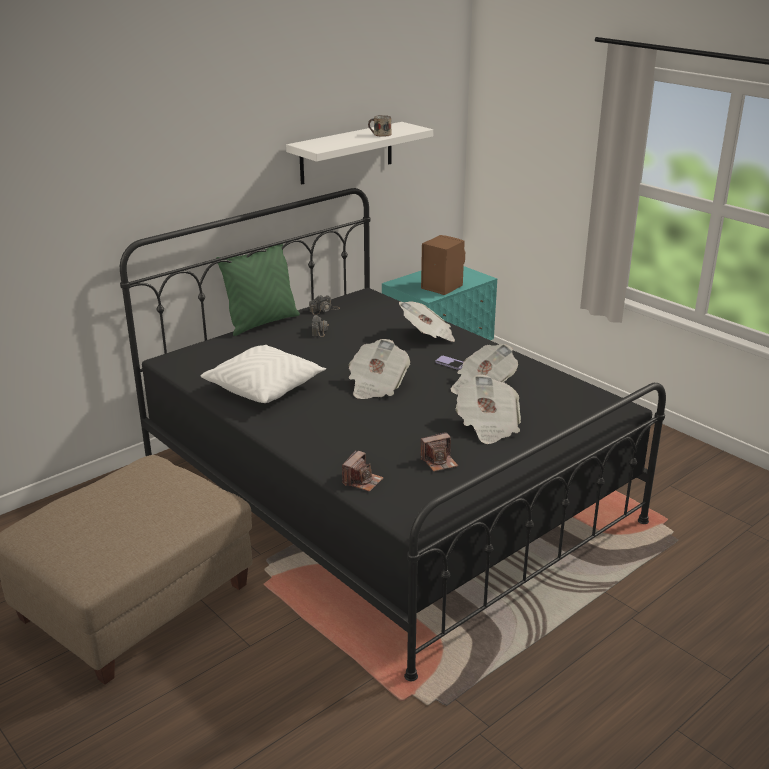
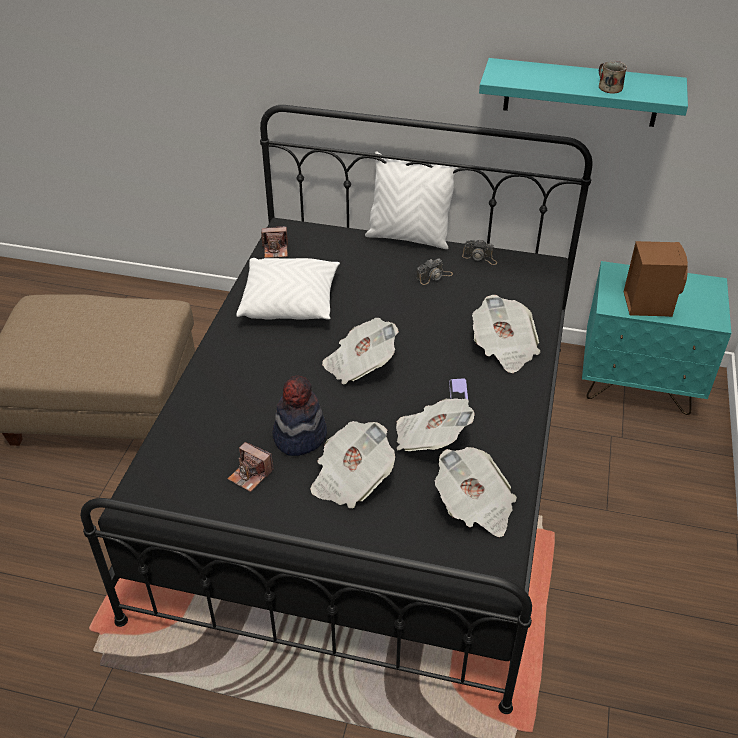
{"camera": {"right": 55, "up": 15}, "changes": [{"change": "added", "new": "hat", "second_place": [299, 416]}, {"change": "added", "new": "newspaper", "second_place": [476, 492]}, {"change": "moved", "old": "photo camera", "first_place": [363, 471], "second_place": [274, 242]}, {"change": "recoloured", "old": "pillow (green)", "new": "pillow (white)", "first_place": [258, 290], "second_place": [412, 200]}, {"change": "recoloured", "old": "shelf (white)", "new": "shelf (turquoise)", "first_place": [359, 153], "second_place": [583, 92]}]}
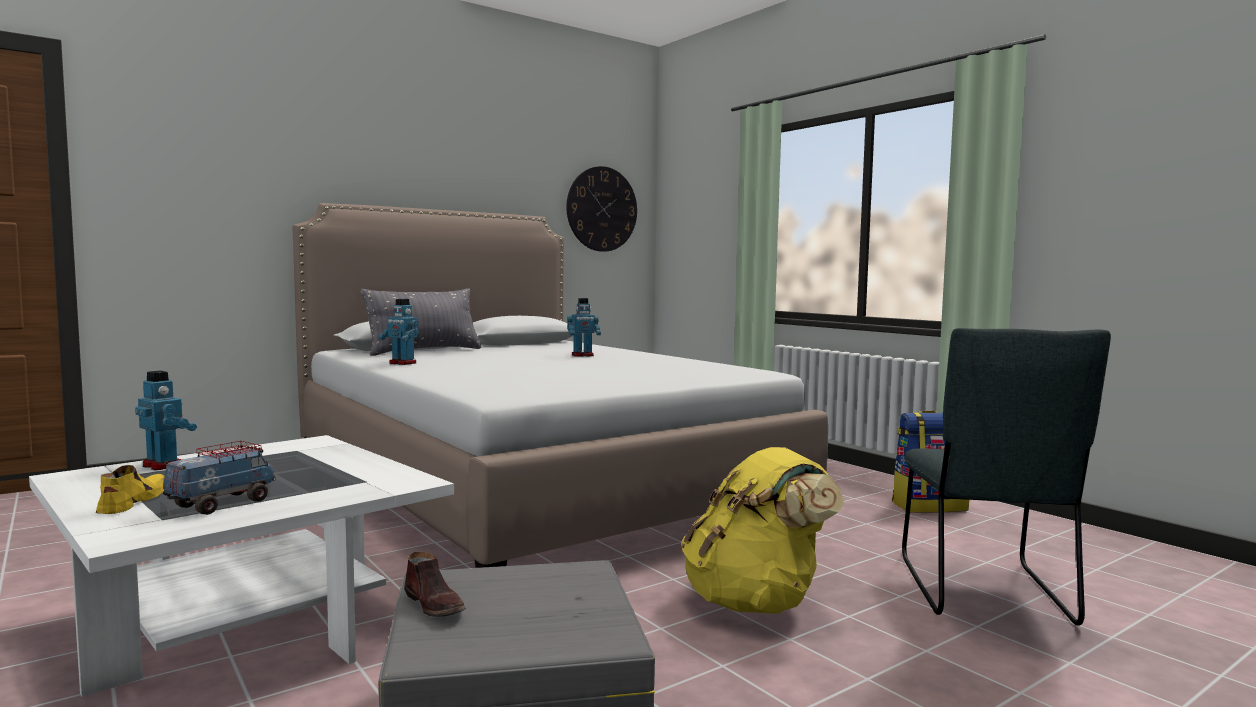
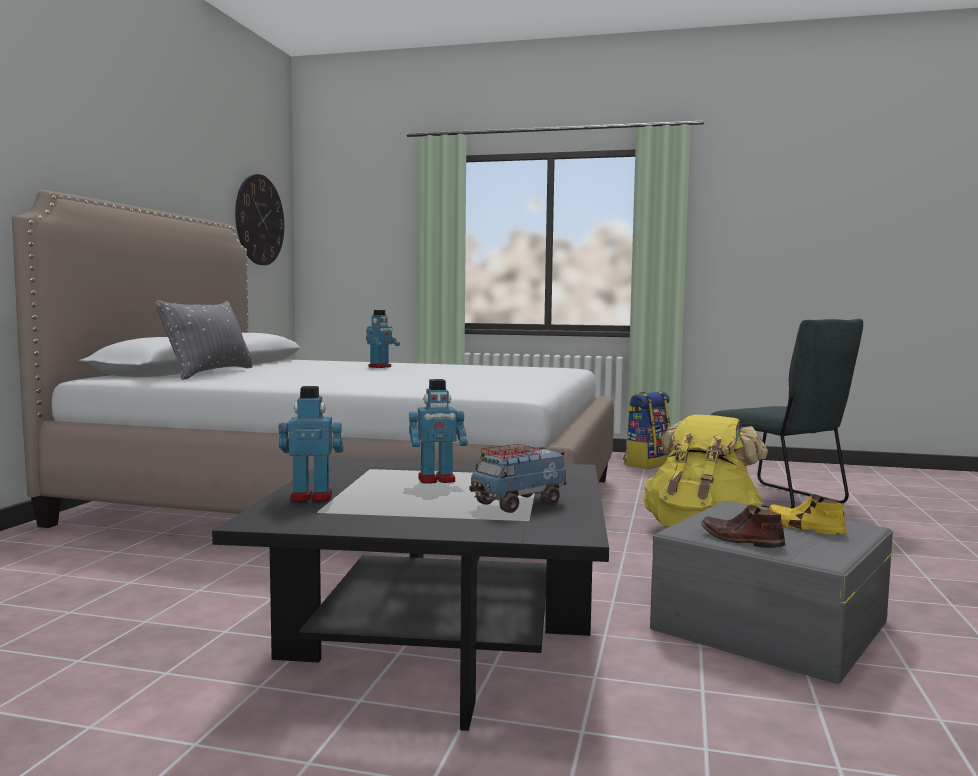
{"camera": {"right": -40, "up": 0}, "changes": [{"change": "moved", "old": "shoe (yellow)", "first_place": [130, 489], "second_place": [807, 514]}, {"change": "moved", "old": "toy robot", "first_place": [399, 332], "second_place": [438, 431]}, {"change": "recoloured", "old": "coffee table (white)", "new": "coffee table (black)", "first_place": [241, 566], "second_place": [410, 593]}, {"change": "turned", "old": "toy truck", "first_place": [219, 478], "second_place": [517, 478], "degrees": -120}, {"change": "turned", "old": "shoe (brown)", "first_place": [435, 584], "second_place": [743, 526], "degrees": -150}]}
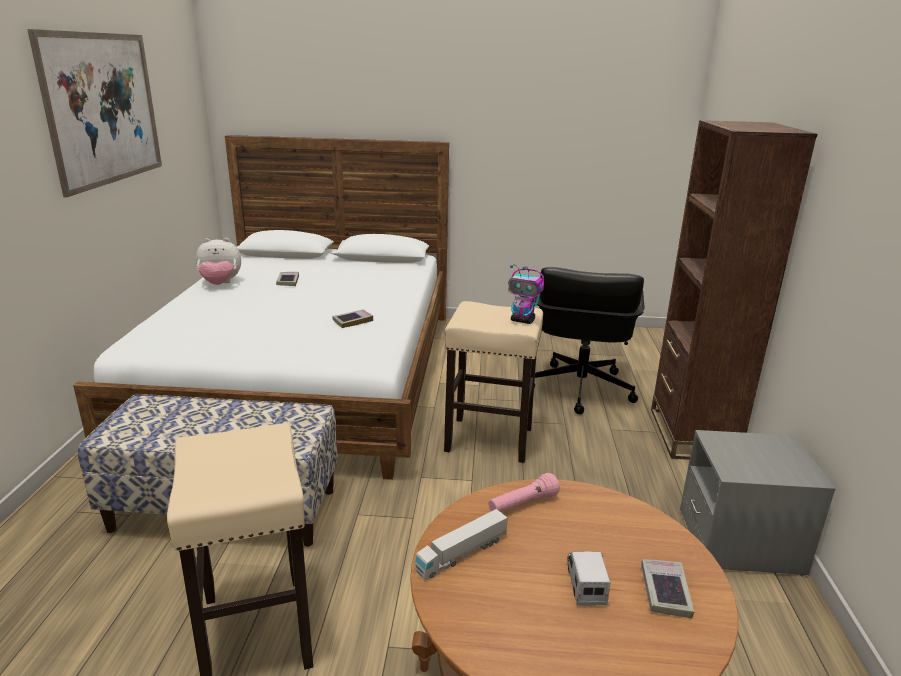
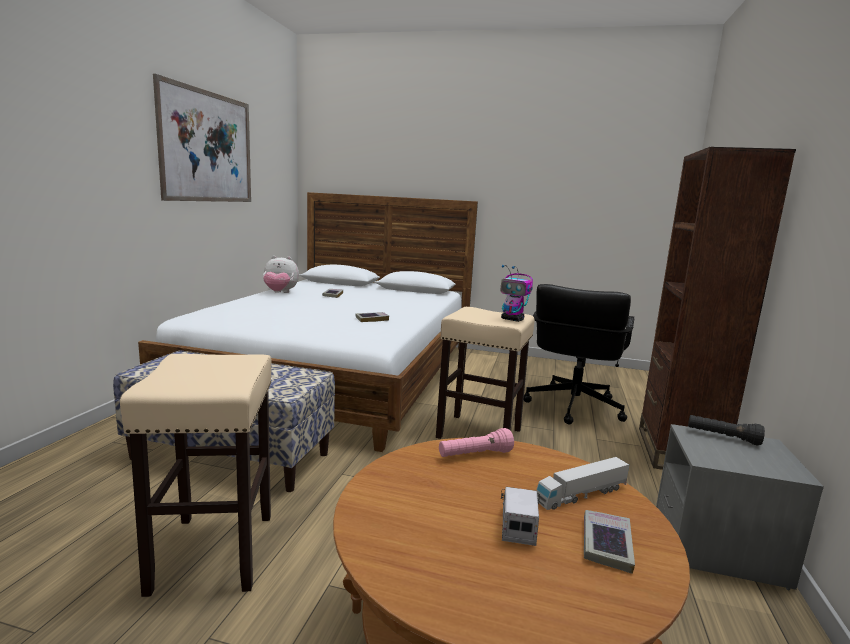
{"camera": {"right": 10, "up": -10}, "changes": [{"change": "added", "new": "flashlight (black)", "second_place": [726, 430]}, {"change": "moved", "old": "toy truck", "first_place": [461, 544], "second_place": [582, 483]}]}
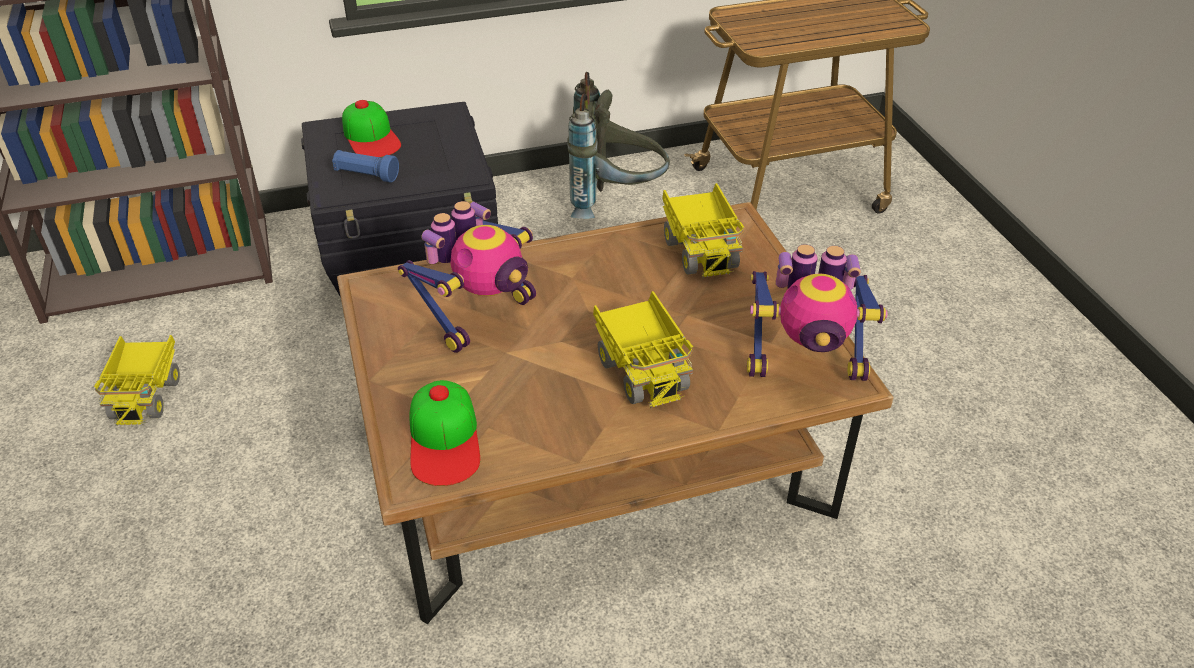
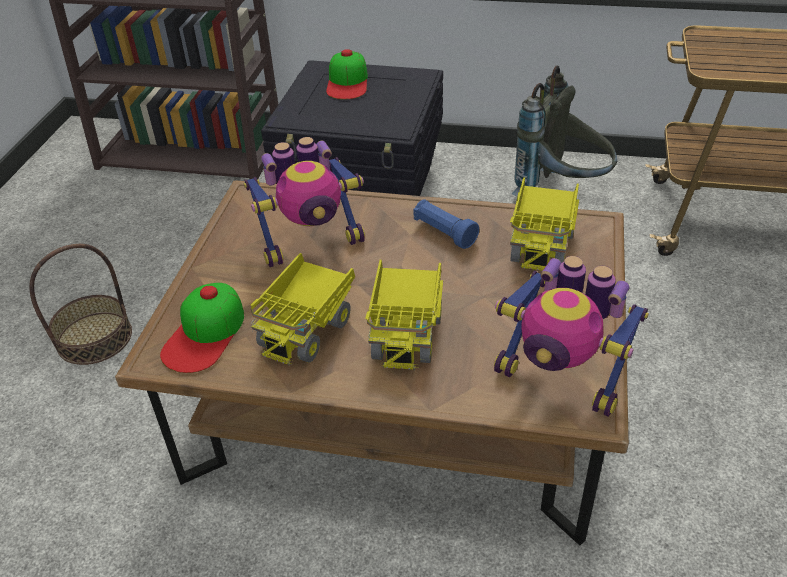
{"camera": {"right": 30, "up": 0}, "changes": [{"change": "added", "new": "basket", "second_place": [80, 304]}, {"change": "moved", "old": "toy truck", "first_place": [137, 380], "second_place": [303, 309]}, {"change": "moved", "old": "flashlight (blue)", "first_place": [365, 166], "second_place": [446, 224]}]}
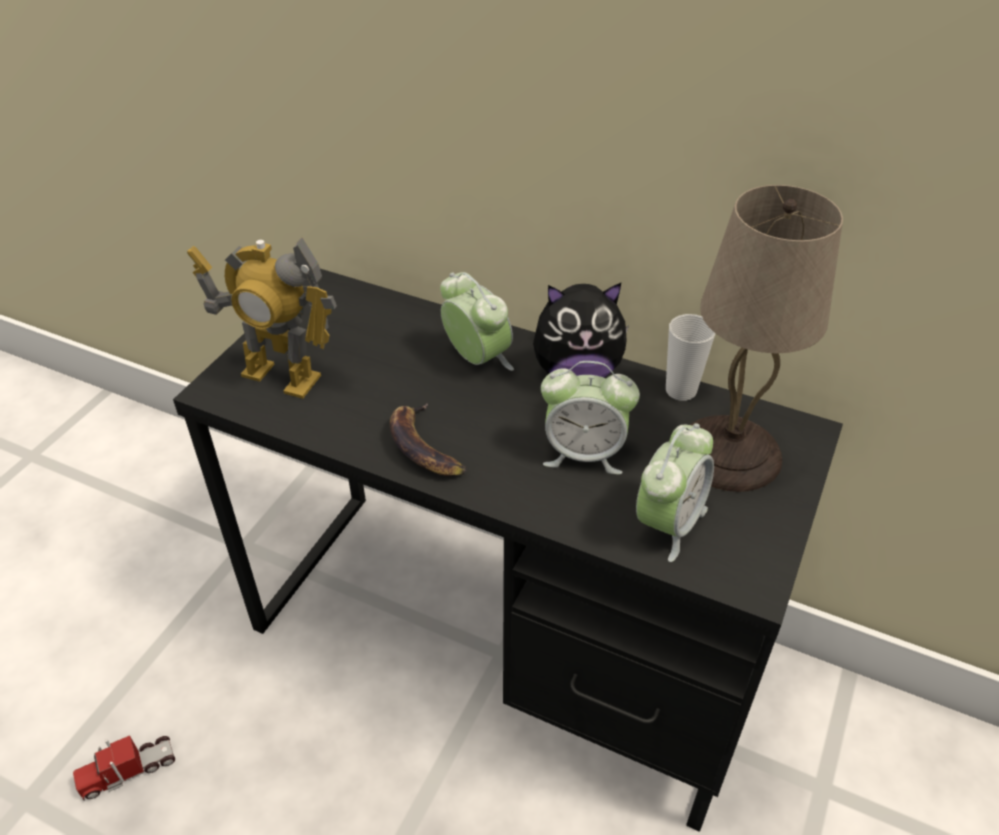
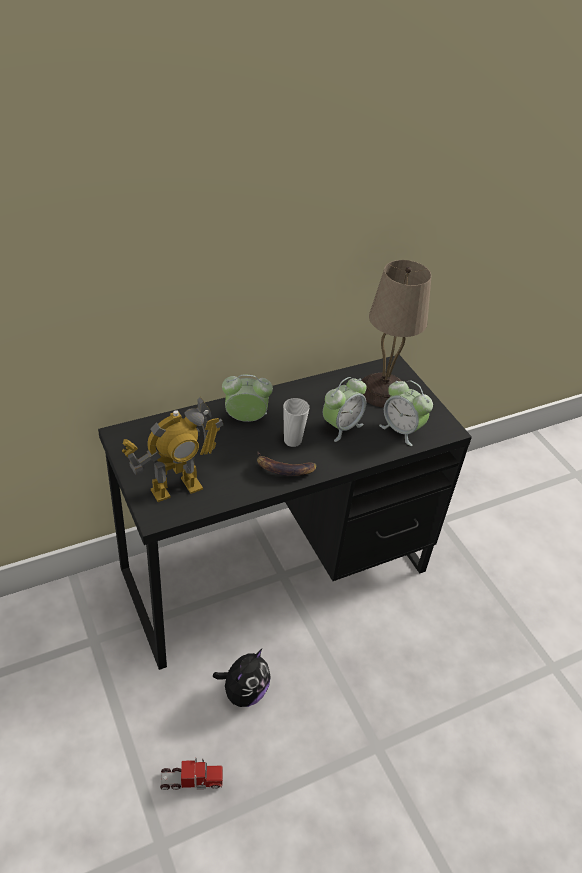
{"camera": {"right": -55, "up": 0}, "changes": [{"change": "moved", "old": "plush toy", "first_place": [581, 330], "second_place": [242, 678]}, {"change": "moved", "old": "cup", "first_place": [690, 357], "second_place": [296, 422]}, {"change": "turned", "old": "toy truck", "first_place": [124, 768], "second_place": [191, 773], "degrees": -105}, {"change": "turned", "old": "alarm clock", "first_place": [675, 492], "second_place": [406, 413], "degrees": 150}]}
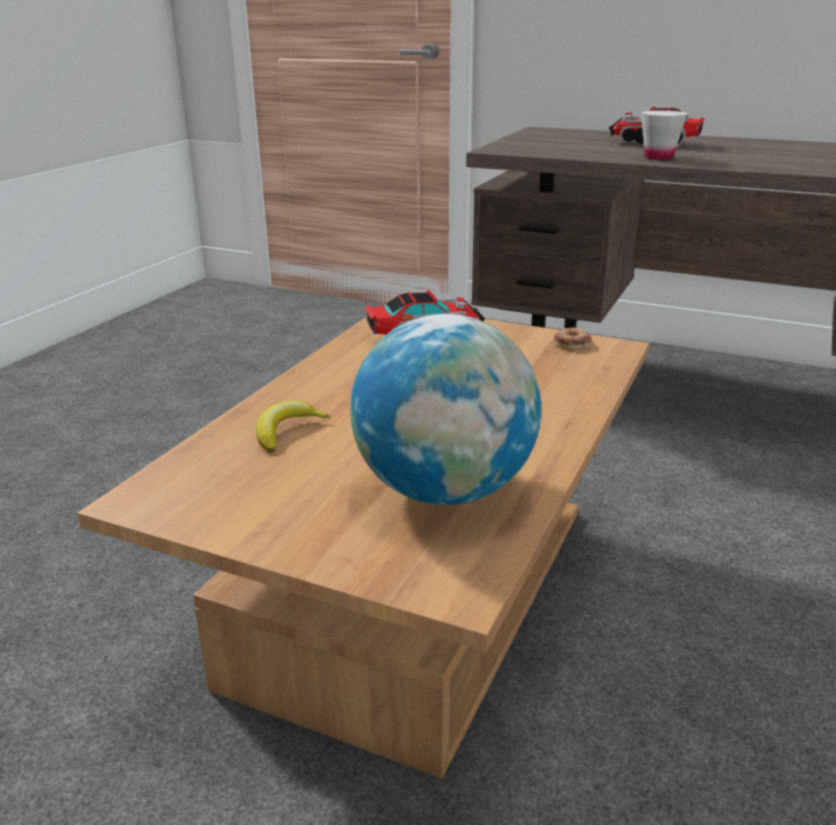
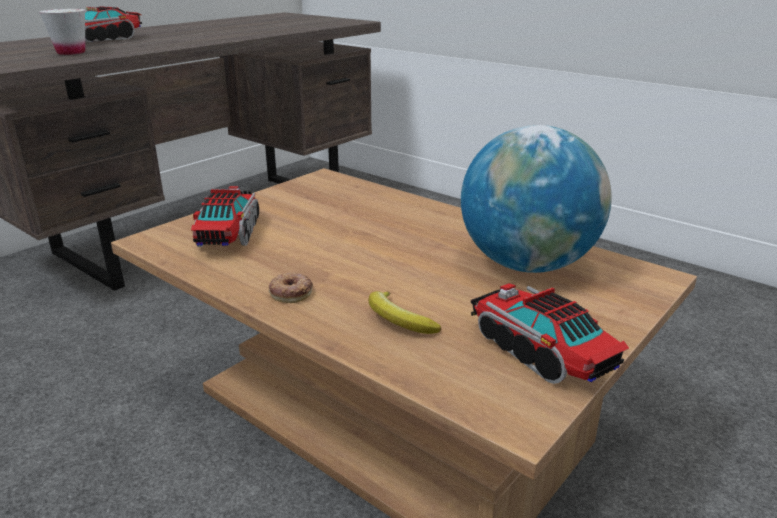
{"camera": {"right": -75, "up": 0}, "changes": [{"change": "added", "new": "toy truck", "second_place": [550, 333]}, {"change": "moved", "old": "donut", "first_place": [572, 338], "second_place": [291, 287]}, {"change": "moved", "old": "cup (white)", "first_place": [664, 135], "second_place": [62, 32]}]}
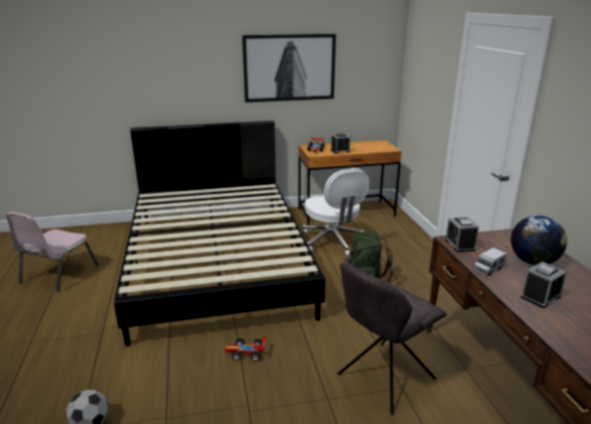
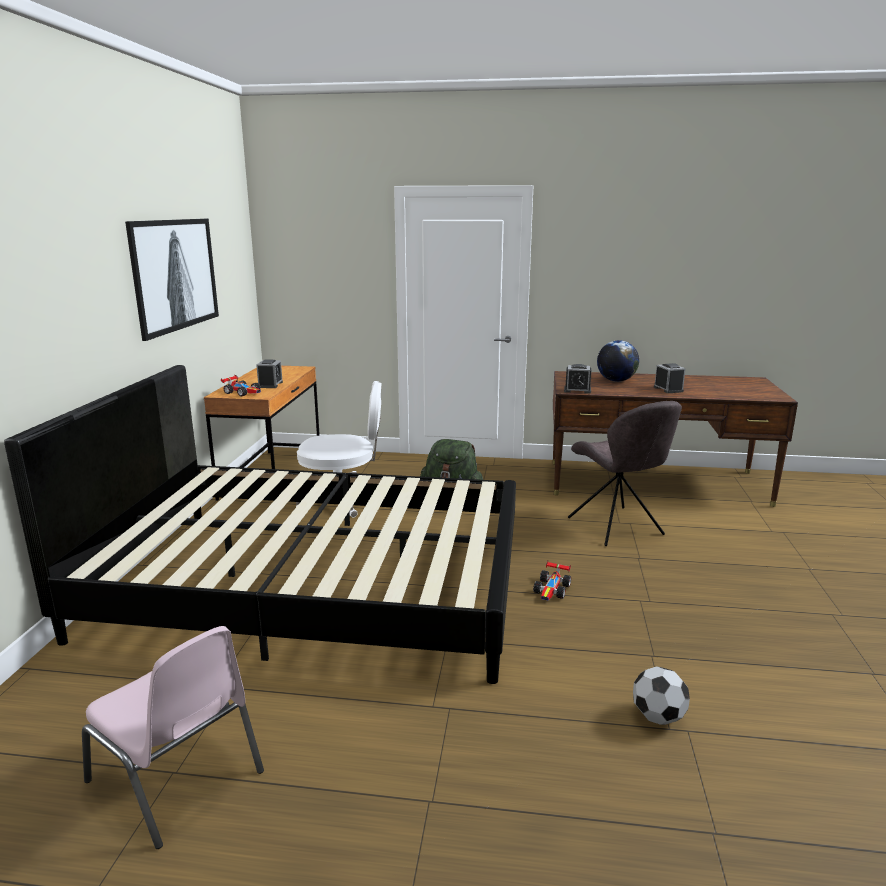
{"camera": {"right": -70, "up": -5}, "changes": [{"change": "removed", "old": "toy truck", "first_place": [490, 262]}]}
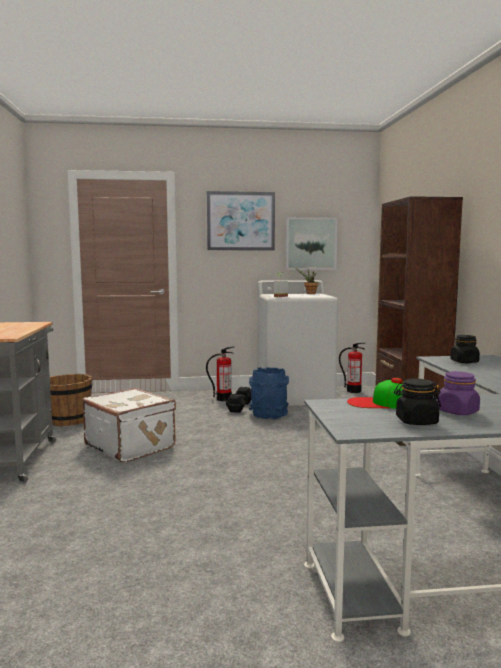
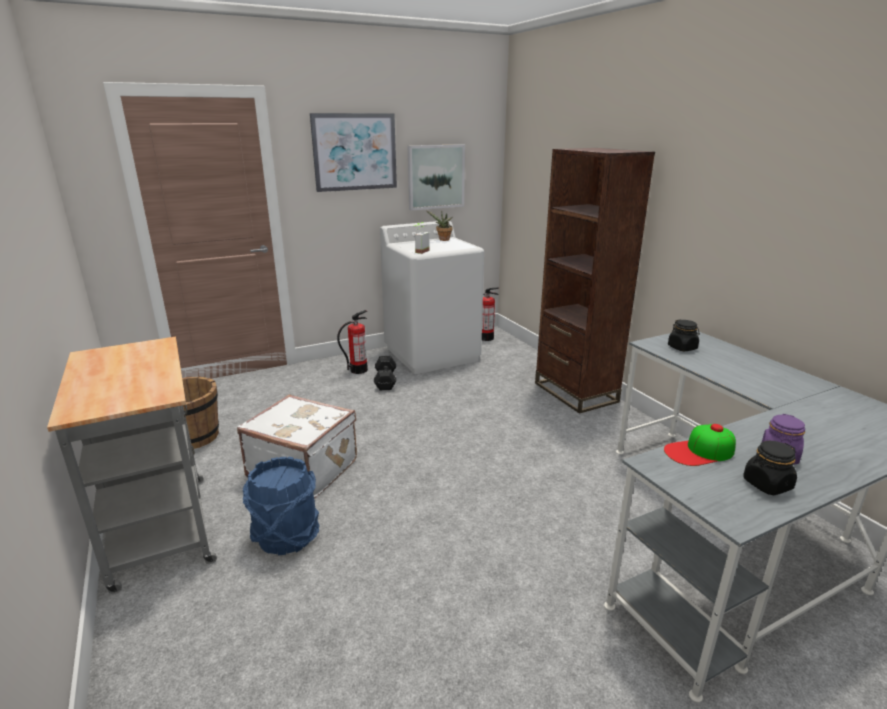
{"camera": {"right": -20, "up": 15}, "changes": [{"change": "moved", "old": "bucket (blue)", "first_place": [269, 393], "second_place": [281, 505]}]}
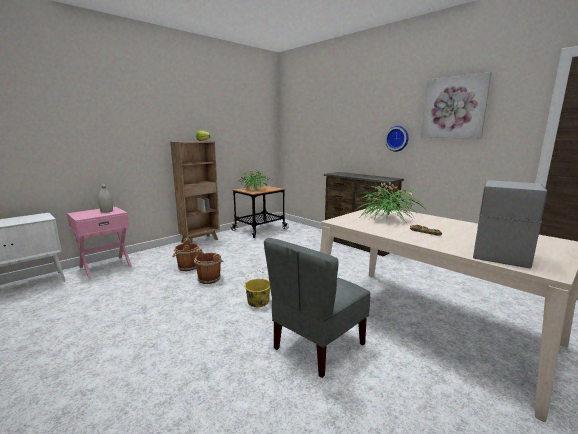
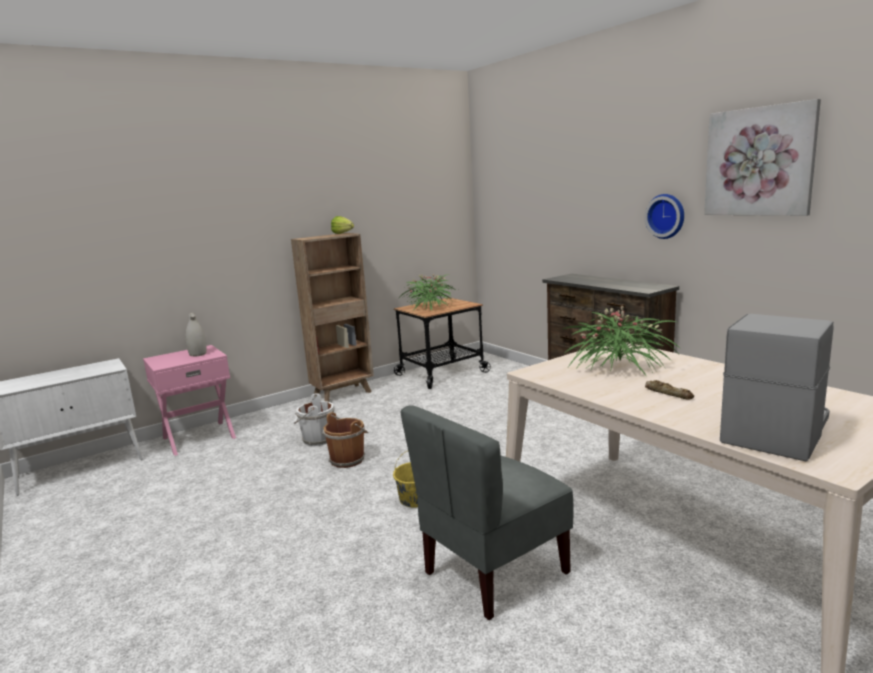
{"camera": {"right": 10, "up": 0}, "changes": [{"change": "recoloured", "old": "bucket (brown)", "new": "bucket (white)", "first_place": [185, 254], "second_place": [313, 419]}]}
